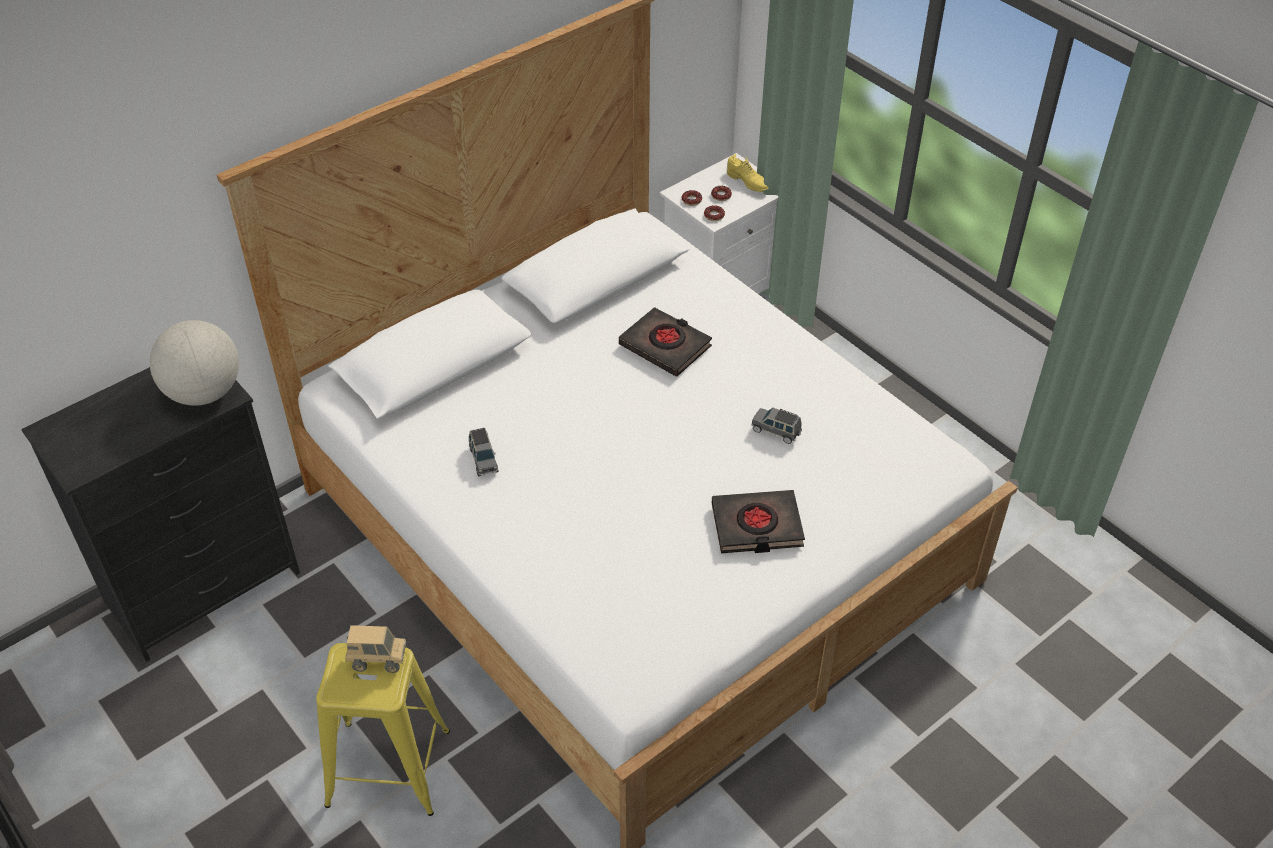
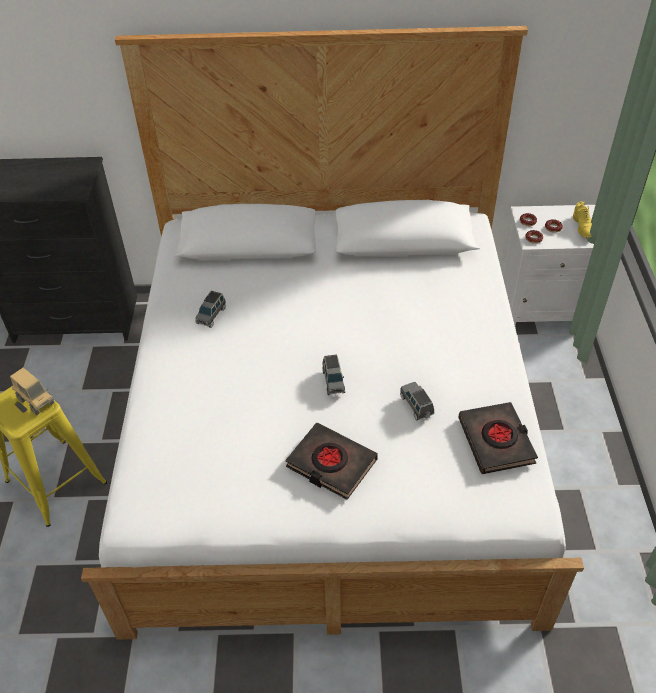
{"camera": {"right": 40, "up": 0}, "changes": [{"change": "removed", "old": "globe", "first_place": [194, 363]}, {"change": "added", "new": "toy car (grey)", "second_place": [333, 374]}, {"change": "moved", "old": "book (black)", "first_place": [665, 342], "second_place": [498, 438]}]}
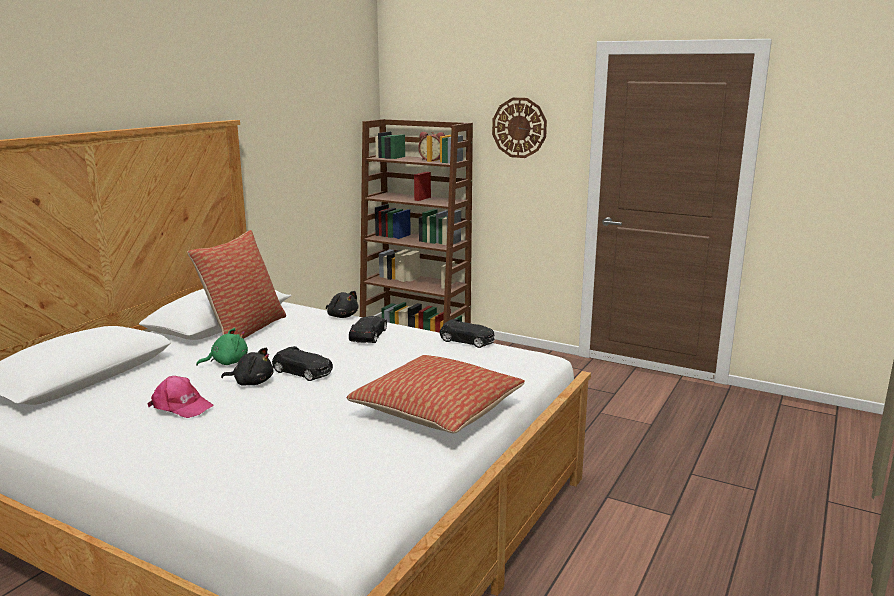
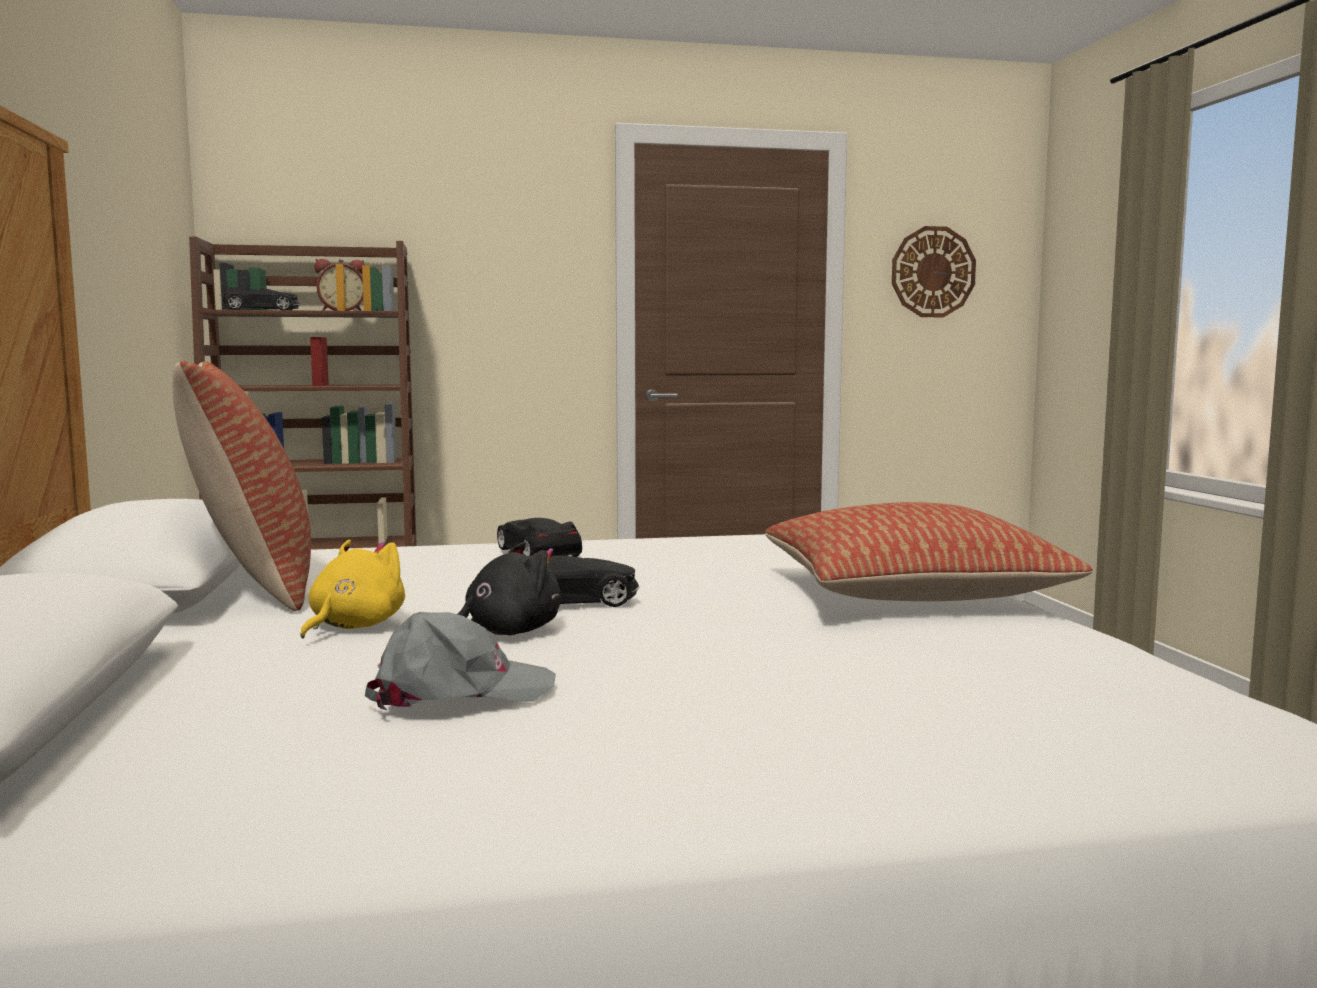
{"camera": {"right": -40, "up": -10}, "changes": [{"change": "removed", "old": "plush toy (black)", "first_place": [342, 304]}, {"change": "moved", "old": "toy car (black)", "first_place": [467, 333], "second_place": [261, 298]}, {"change": "moved", "old": "wall clock", "first_place": [519, 128], "second_place": [934, 271]}, {"change": "recoloured", "old": "cap (pink)", "new": "cap (grey)", "first_place": [180, 397], "second_place": [460, 661]}, {"change": "recoloured", "old": "plush toy (green)", "new": "plush toy (yellow)", "first_place": [222, 347], "second_place": [352, 589]}]}
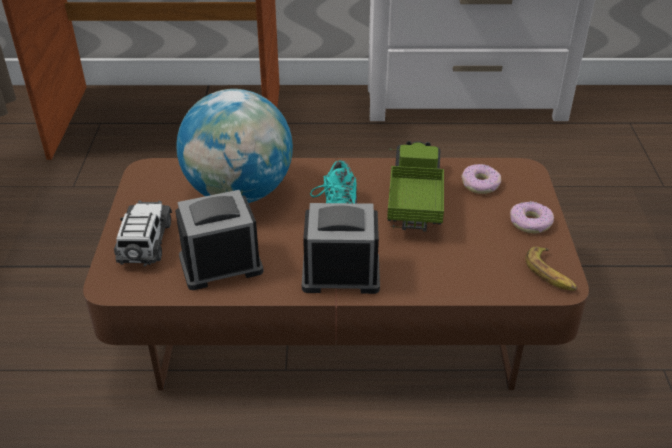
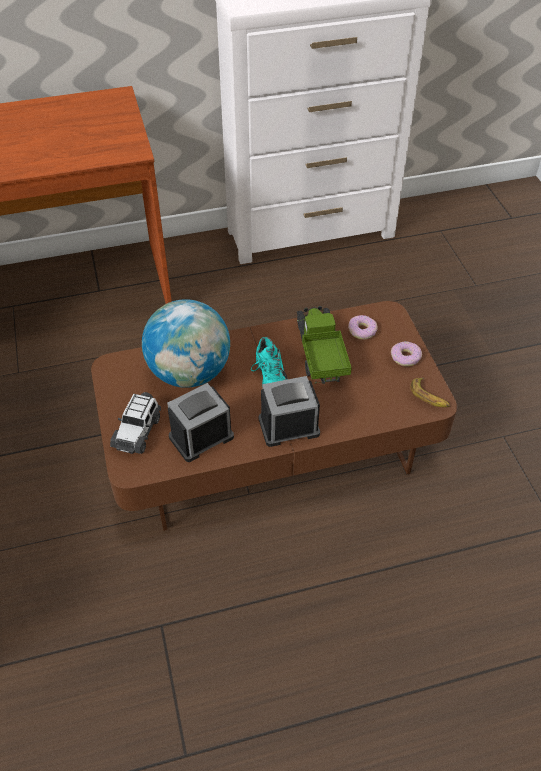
{"camera": {"right": -15, "up": 10}, "changes": [{"change": "turned", "old": "toy car", "first_place": [143, 234], "second_place": [135, 423], "degrees": -150}]}
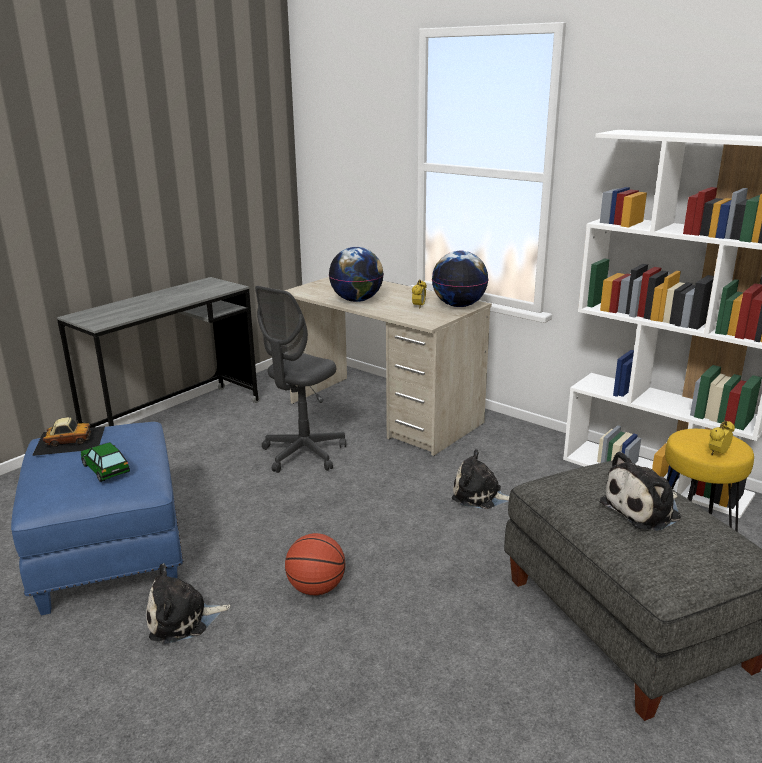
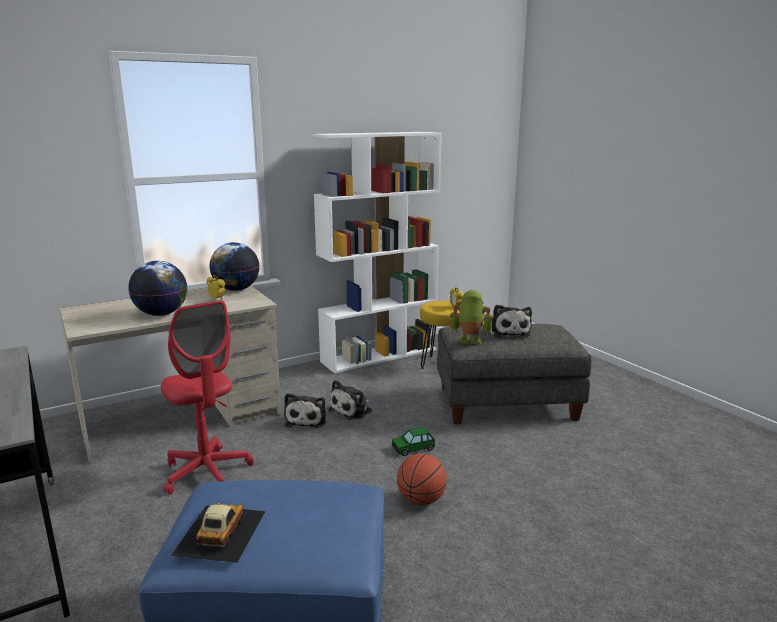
{"camera": {"right": -70, "up": -5}, "changes": [{"change": "added", "new": "toy robot", "second_place": [471, 317]}, {"change": "moved", "old": "toy car", "first_place": [105, 462], "second_place": [413, 441]}, {"change": "moved", "old": "plush toy", "first_place": [188, 603], "second_place": [305, 410]}, {"change": "recoloured", "old": "office chair (grey)", "new": "office chair (red)", "first_place": [300, 379], "second_place": [207, 397]}]}
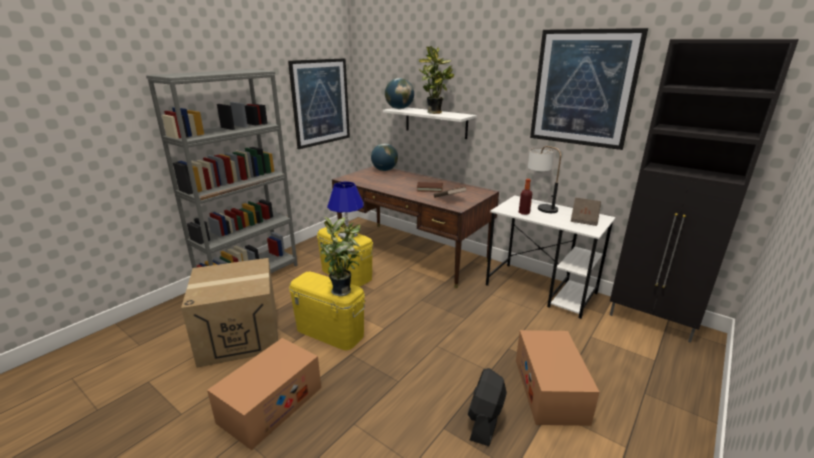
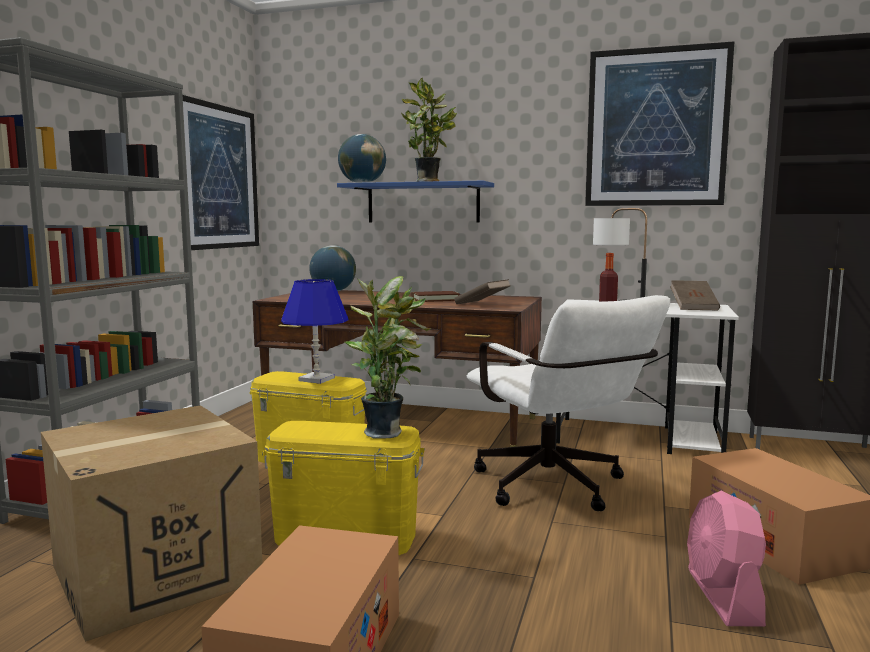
{"camera": {"right": -20, "up": -15}, "changes": [{"change": "added", "new": "office chair (white)", "second_place": [568, 403]}, {"change": "recoloured", "old": "shelf (white)", "new": "shelf (blue)", "first_place": [430, 123], "second_place": [415, 202]}, {"change": "recoloured", "old": "fan (black)", "new": "fan (pink)", "first_place": [487, 407], "second_place": [726, 559]}]}
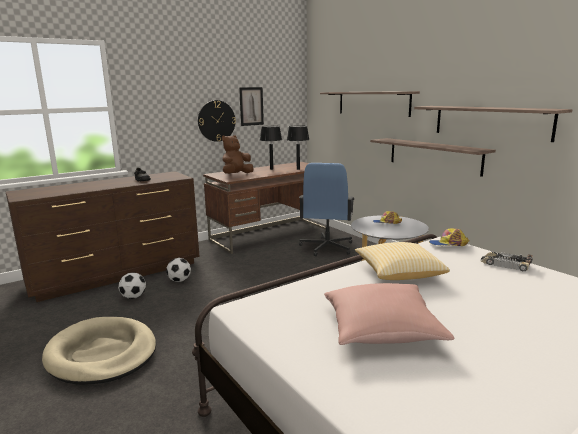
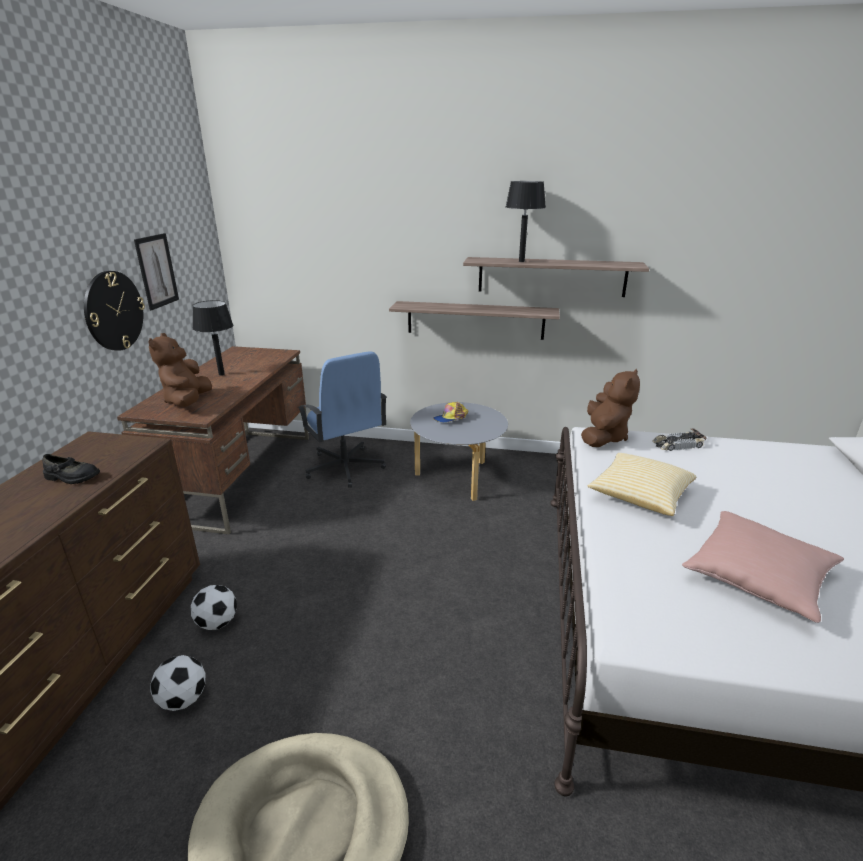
{"camera": {"right": -45, "up": 10}, "changes": [{"change": "removed", "old": "shelf", "first_place": [370, 104]}, {"change": "moved", "old": "table lamp (black)", "first_place": [298, 147], "second_place": [525, 221]}, {"change": "replaced", "old": "cap", "new": "plush toy (brown)", "first_place": [449, 237], "second_place": [610, 408]}]}
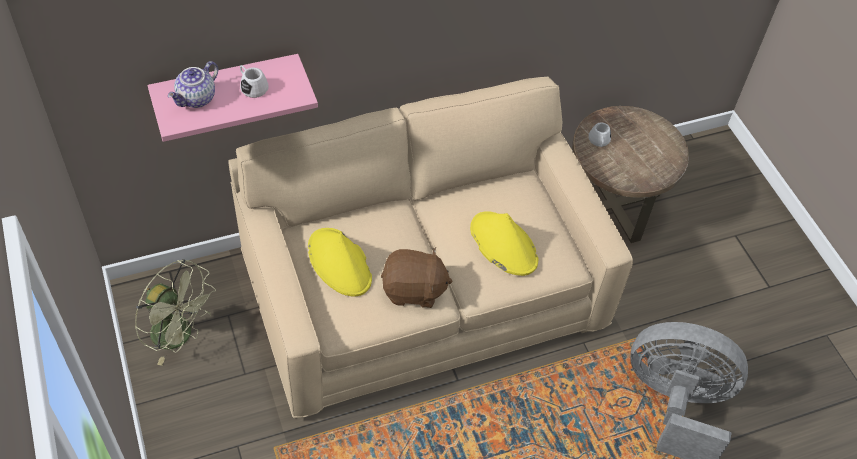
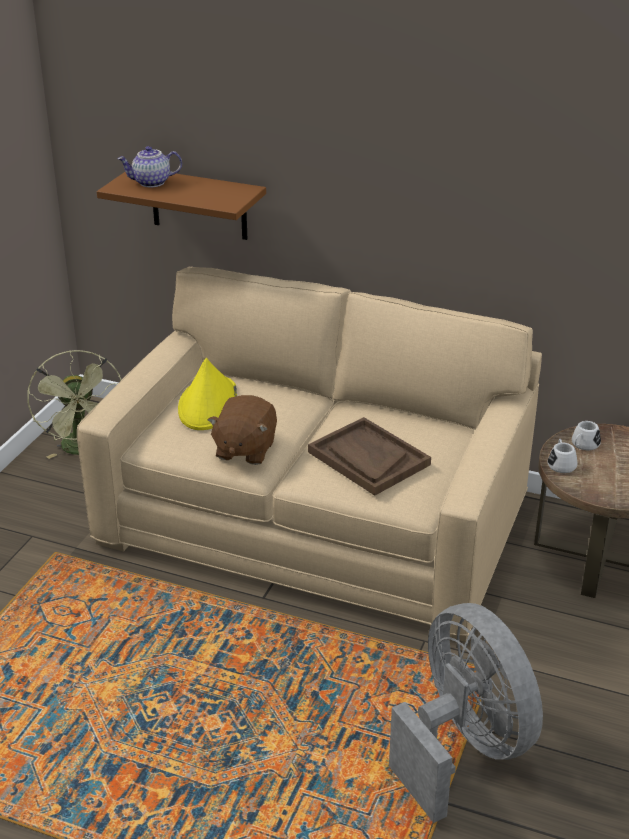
{"camera": {"right": 45, "up": -20}, "changes": [{"change": "moved", "old": "mug (white)", "first_place": [254, 81], "second_place": [562, 456]}, {"change": "replaced", "old": "hat (yellow)", "new": "tray (brown)", "first_place": [504, 243], "second_place": [369, 456]}, {"change": "recoloured", "old": "shelf (pink)", "new": "shelf (brown)", "first_place": [233, 98], "second_place": [181, 206]}, {"change": "turned", "old": "plush toy (brown)", "first_place": [417, 277], "second_place": [242, 430], "degrees": 60}]}
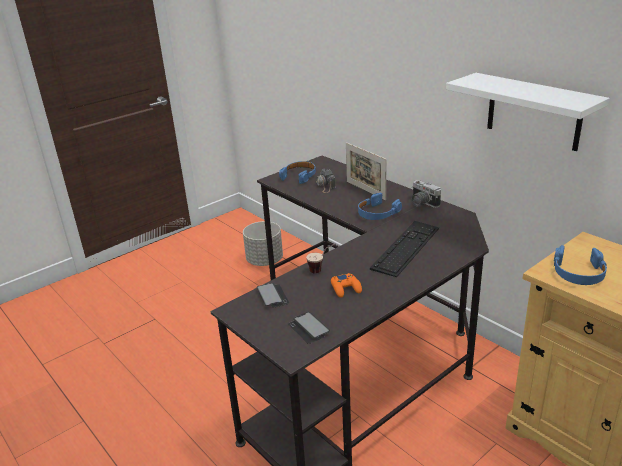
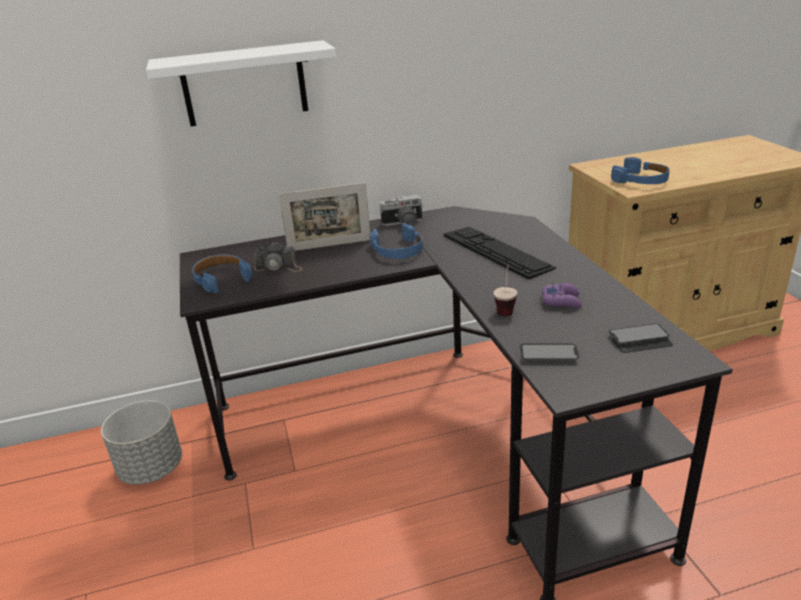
{"camera": {"right": -65, "up": 0}, "changes": [{"change": "moved", "old": "shelf (white)", "first_place": [528, 112], "second_place": [241, 83]}, {"change": "recoloured", "old": "game controller (orange)", "new": "game controller (purple)", "first_place": [346, 285], "second_place": [562, 295]}]}
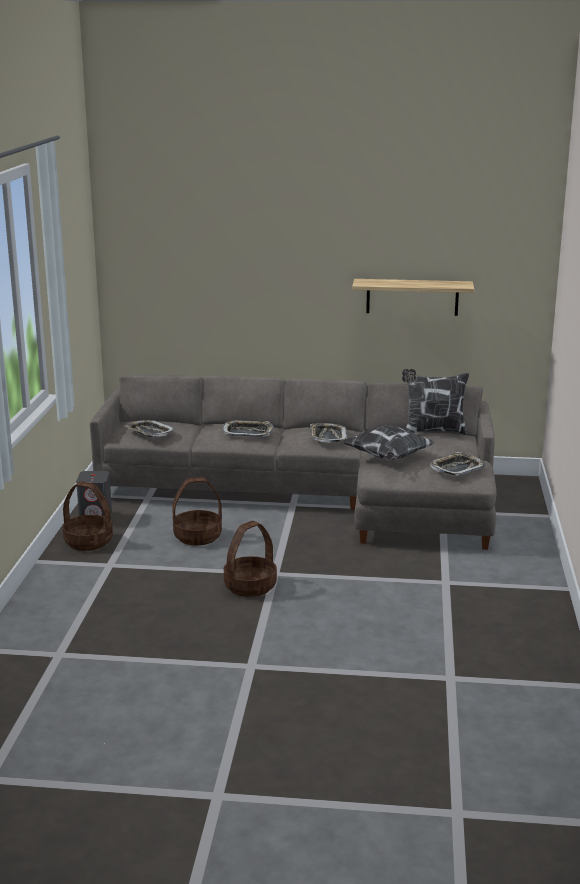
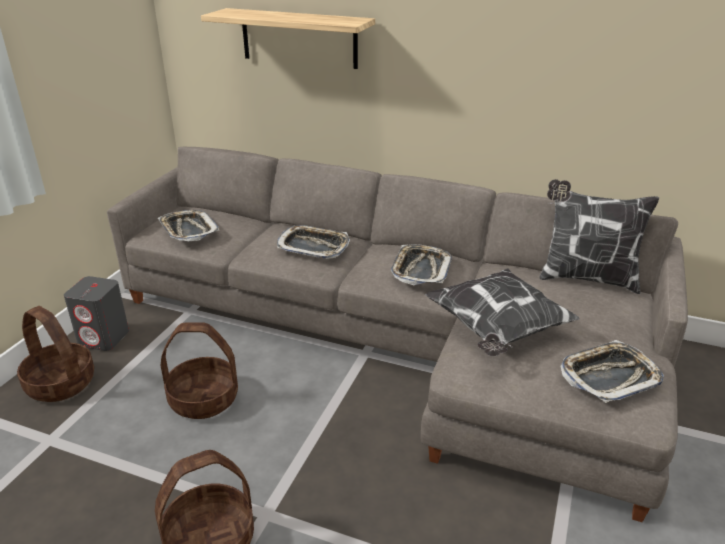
{"camera": {"right": 15, "up": 10}, "changes": [{"change": "moved", "old": "shelf", "first_place": [413, 297], "second_place": [288, 38]}]}
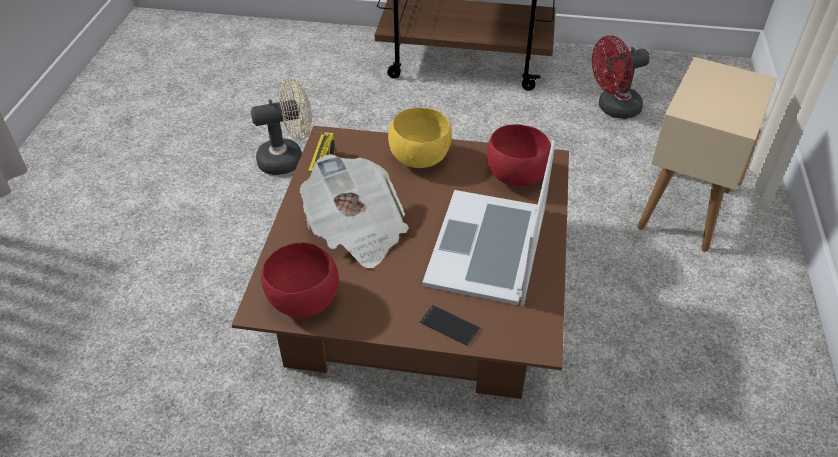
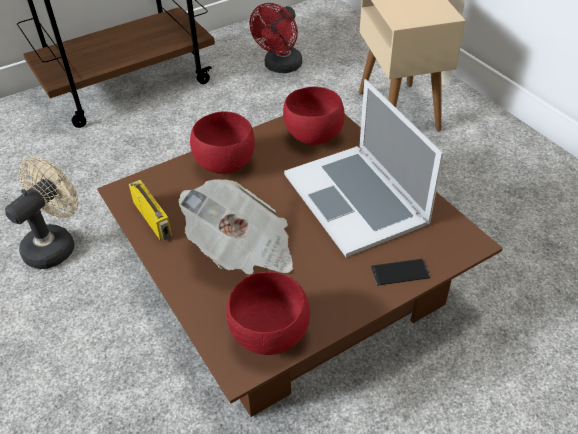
{"camera": {"right": -40, "up": 0}, "changes": [{"change": "recoloured", "old": "bowl (yellow)", "new": "bowl (red)", "first_place": [419, 138], "second_place": [222, 142]}]}
